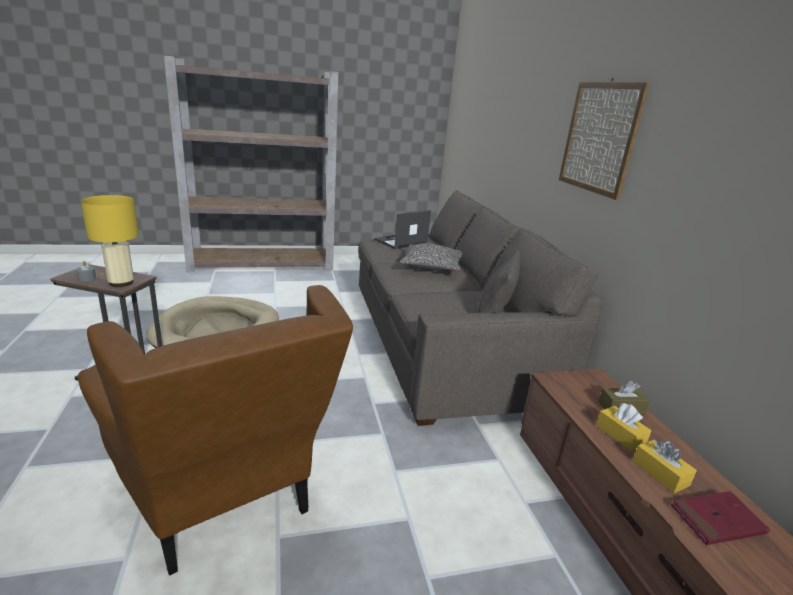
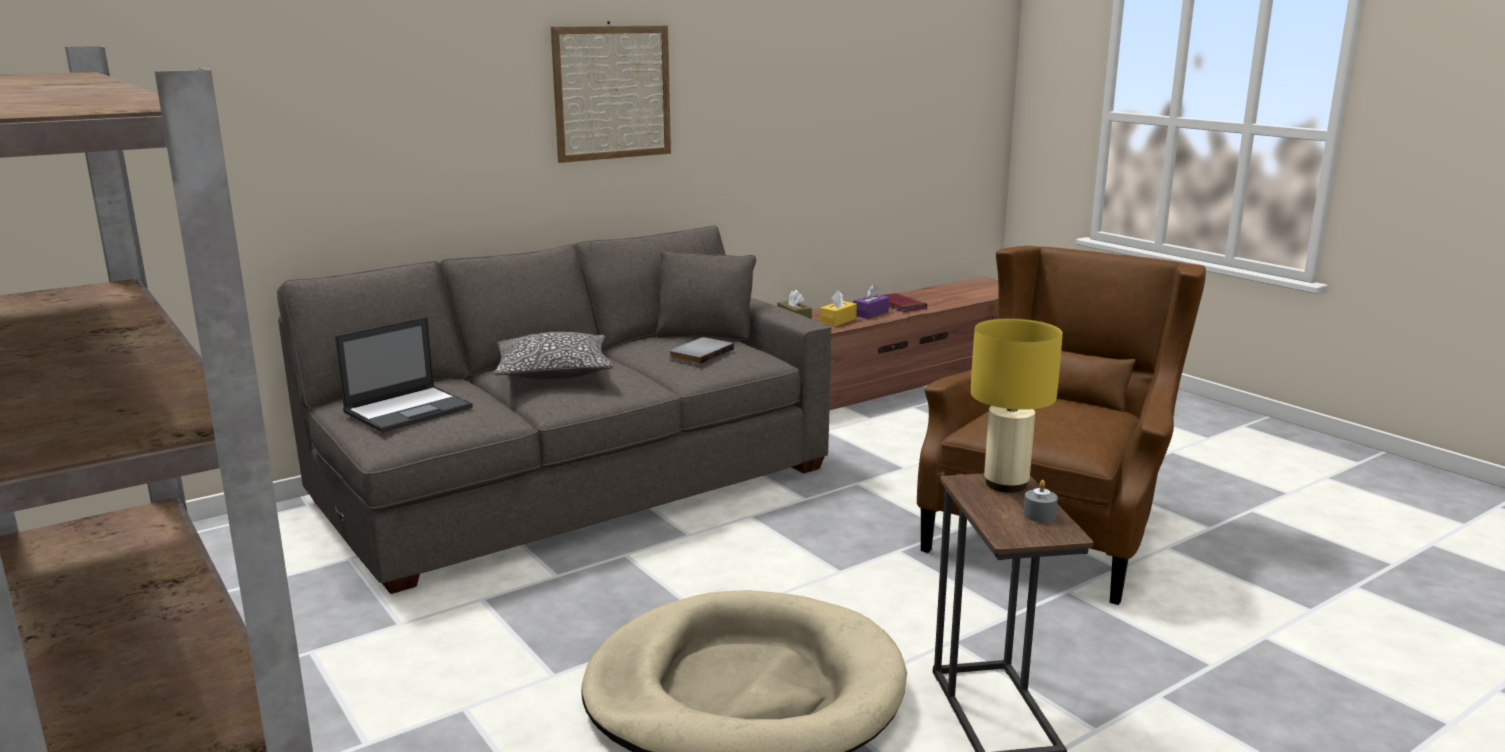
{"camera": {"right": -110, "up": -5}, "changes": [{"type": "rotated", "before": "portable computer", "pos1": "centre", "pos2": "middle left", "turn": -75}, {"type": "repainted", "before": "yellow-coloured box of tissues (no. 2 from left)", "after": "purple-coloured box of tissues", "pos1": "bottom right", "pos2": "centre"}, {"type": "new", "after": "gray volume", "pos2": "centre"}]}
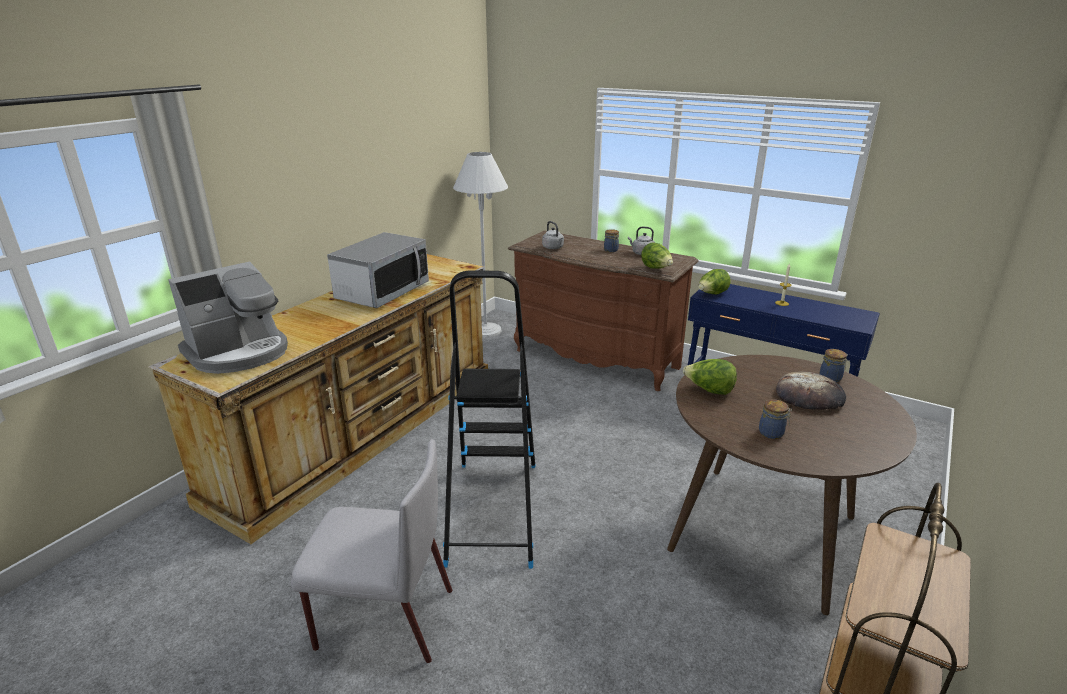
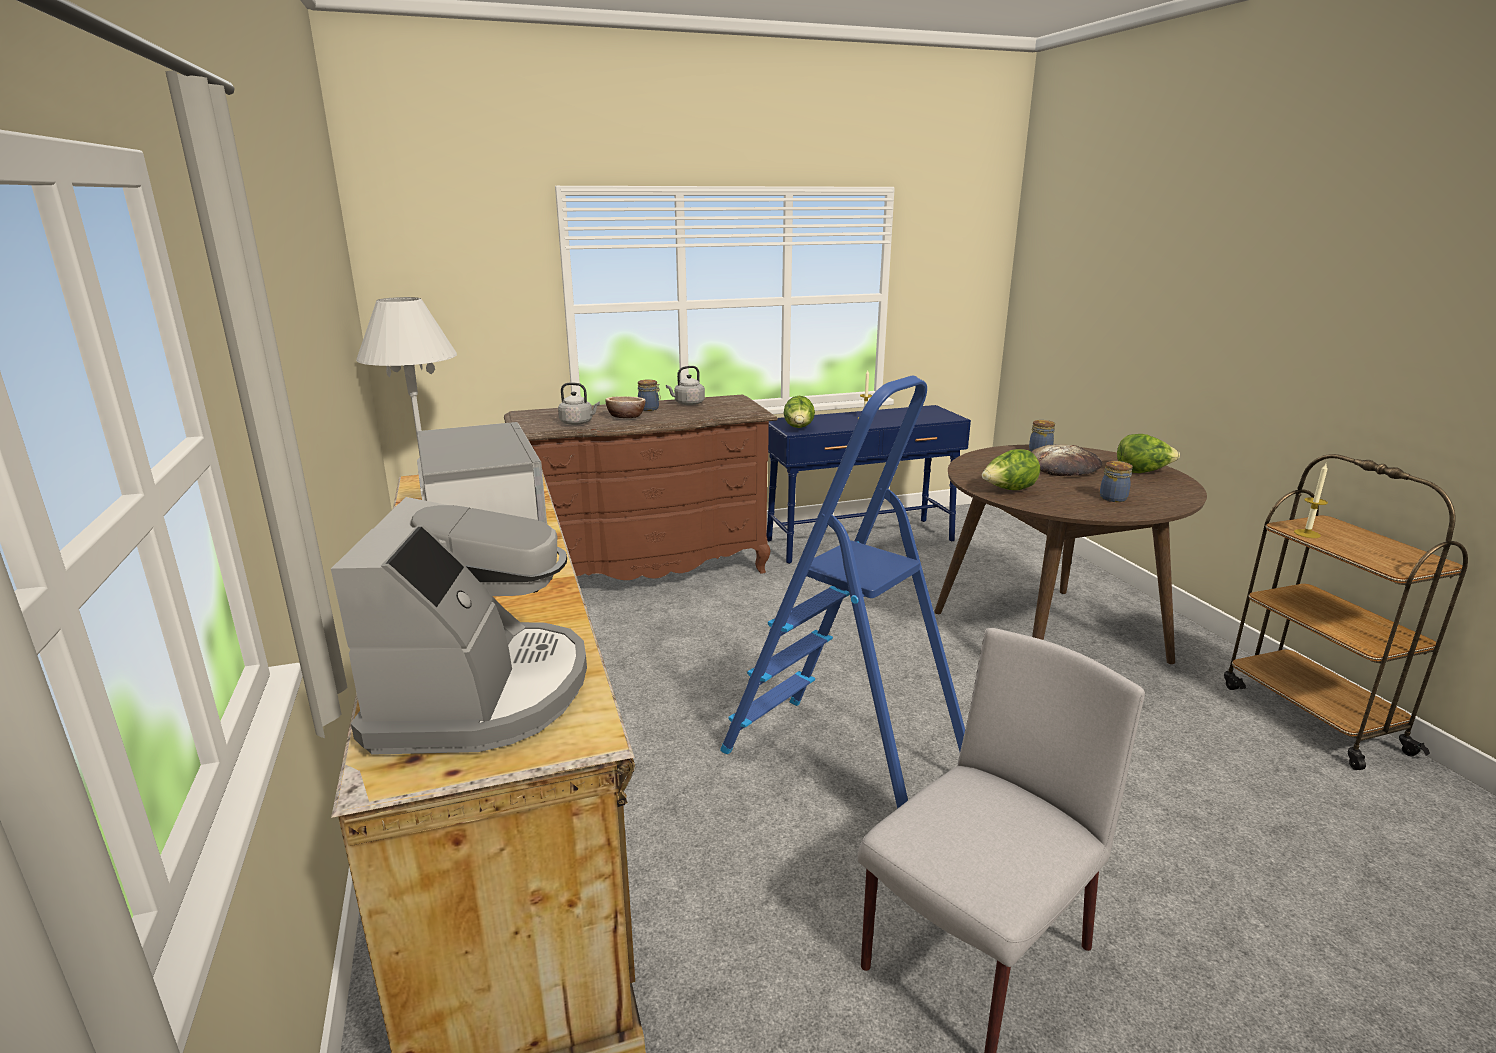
{"camera": {"right": -50, "up": -5}, "changes": [{"type": "repainted", "before": "blackish stepladder", "after": "blue stepladder", "pos1": "centre", "pos2": "centre"}, {"type": "shifted", "before": "lettuce (no. 1 from left in the first image)", "after": "lettuce (no. 3 from left)", "pos1": "centre", "pos2": "middle right"}, {"type": "new", "after": "serving bowl", "pos2": "centre"}, {"type": "new", "after": "wax light (no. 2 from left)", "pos2": "middle right"}]}
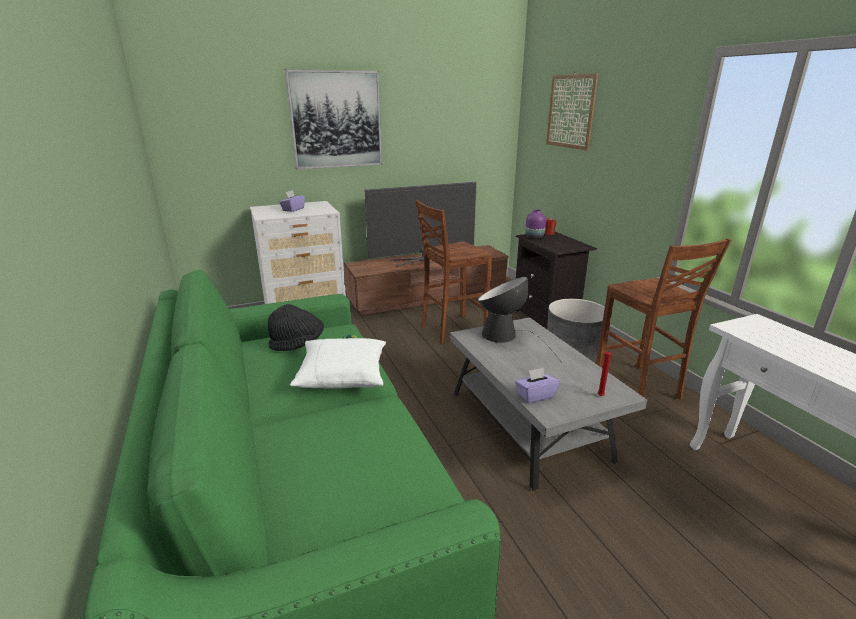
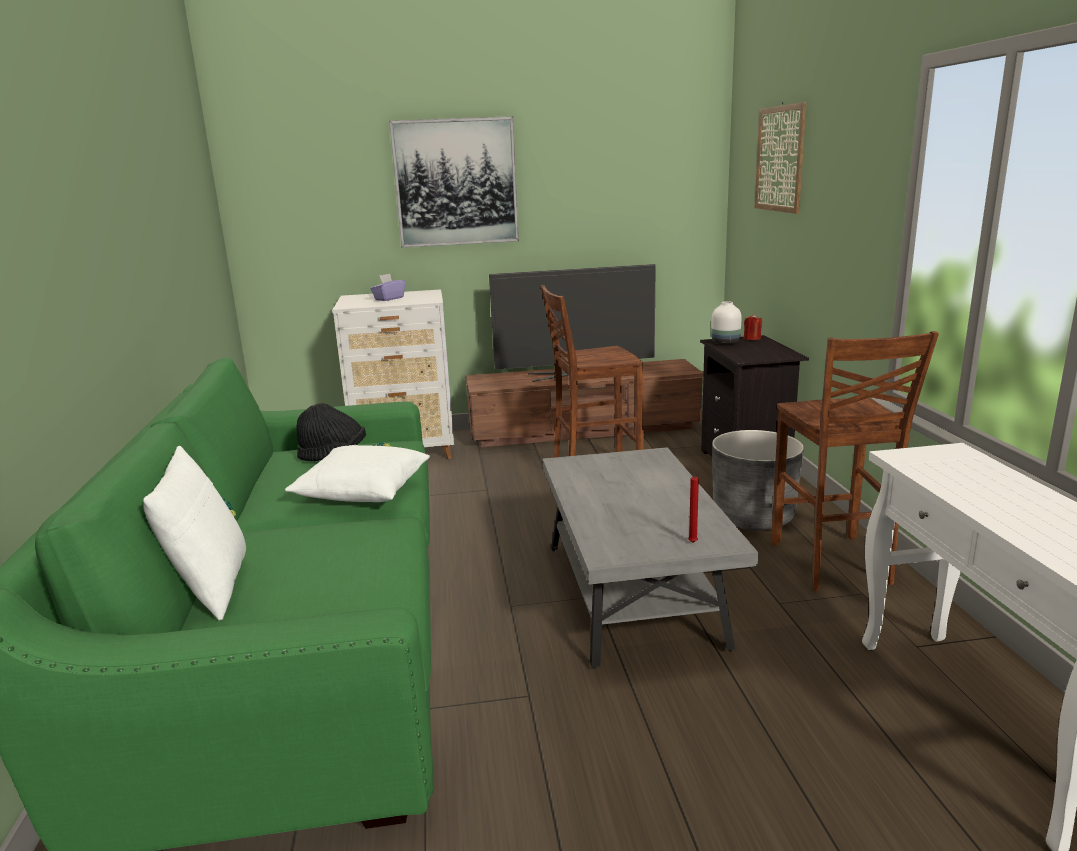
{"camera": {"right": 15, "up": -5}, "changes": [{"type": "gone", "before": "table lamp", "pos1": "centre"}, {"type": "gone", "before": "purple-coloured box of tissues (no. 2 from left)", "pos1": "centre"}, {"type": "repainted", "before": "purple-coloured vase", "after": "white vase", "pos1": "centre", "pos2": "middle right"}, {"type": "new", "after": "white pillow (no. 1 from left)", "pos2": "middle left"}]}
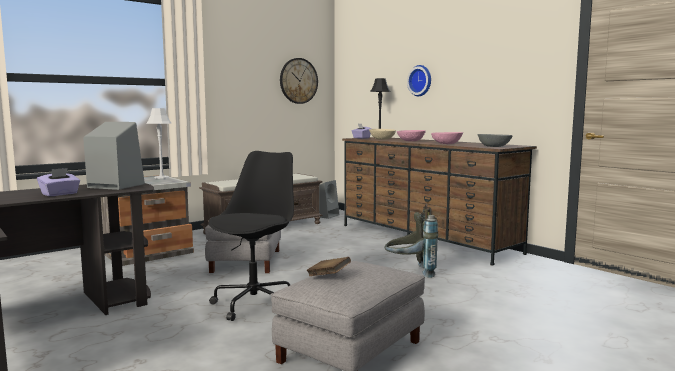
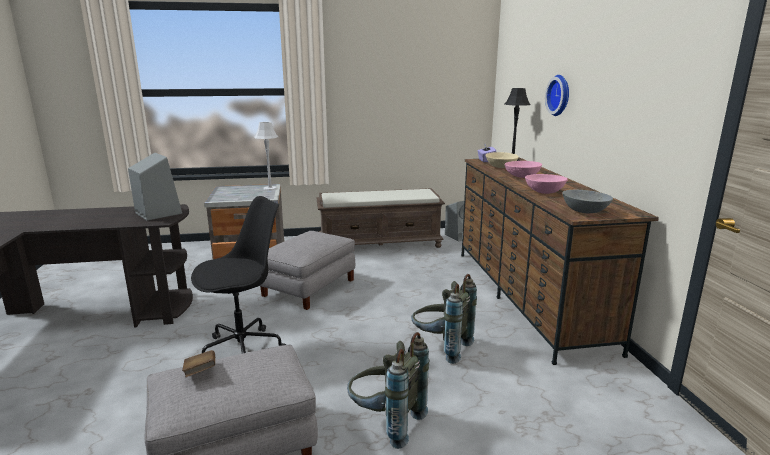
{"camera": {"right": 30, "up": 10}, "changes": [{"type": "gone", "before": "purple-coloured box of tissues (no. 1 from left)", "pos1": "middle left"}, {"type": "gone", "before": "wall clock (no. 1 from left)", "pos1": "top centre"}, {"type": "new", "after": "gray backpack (no. 1 from left)", "pos2": "bottom centre"}]}
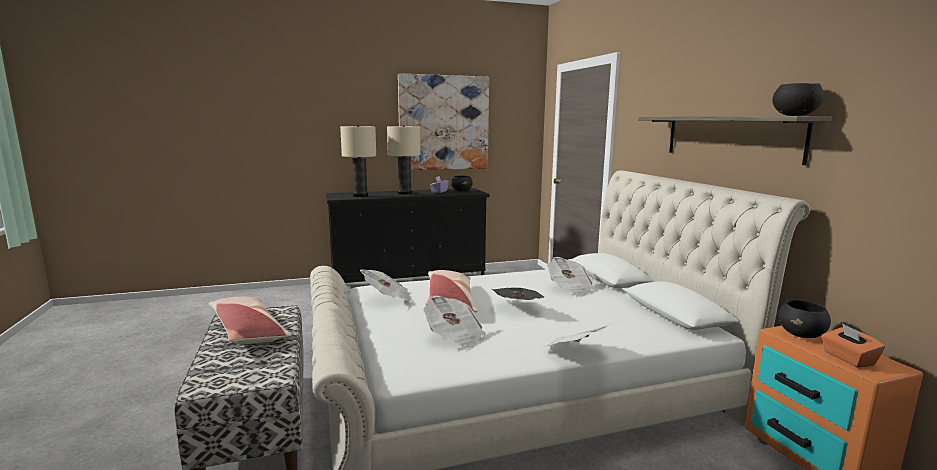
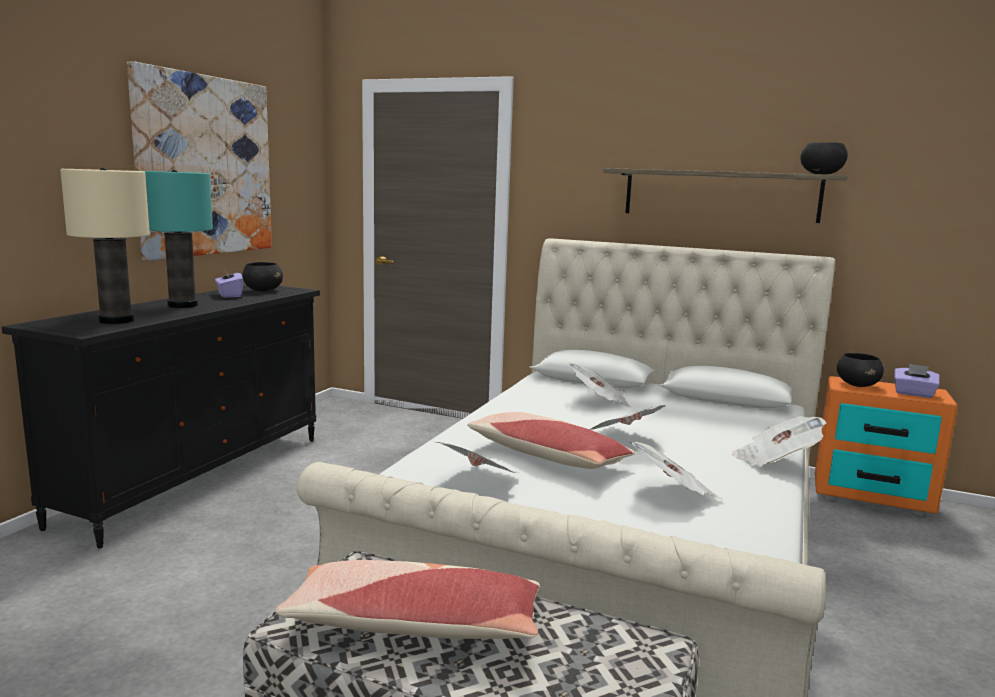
{"camera": {"right": -50, "up": 0}, "changes": [{"type": "repainted", "before": "beige-coloured table lamp (no. 2 from left)", "after": "turquoise-coloured table lamp", "pos1": "centre", "pos2": "middle left"}, {"type": "repainted", "before": "orange box of tissues", "after": "purple-coloured box of tissues (no. 2 from left)", "pos1": "bottom right", "pos2": "middle right"}]}
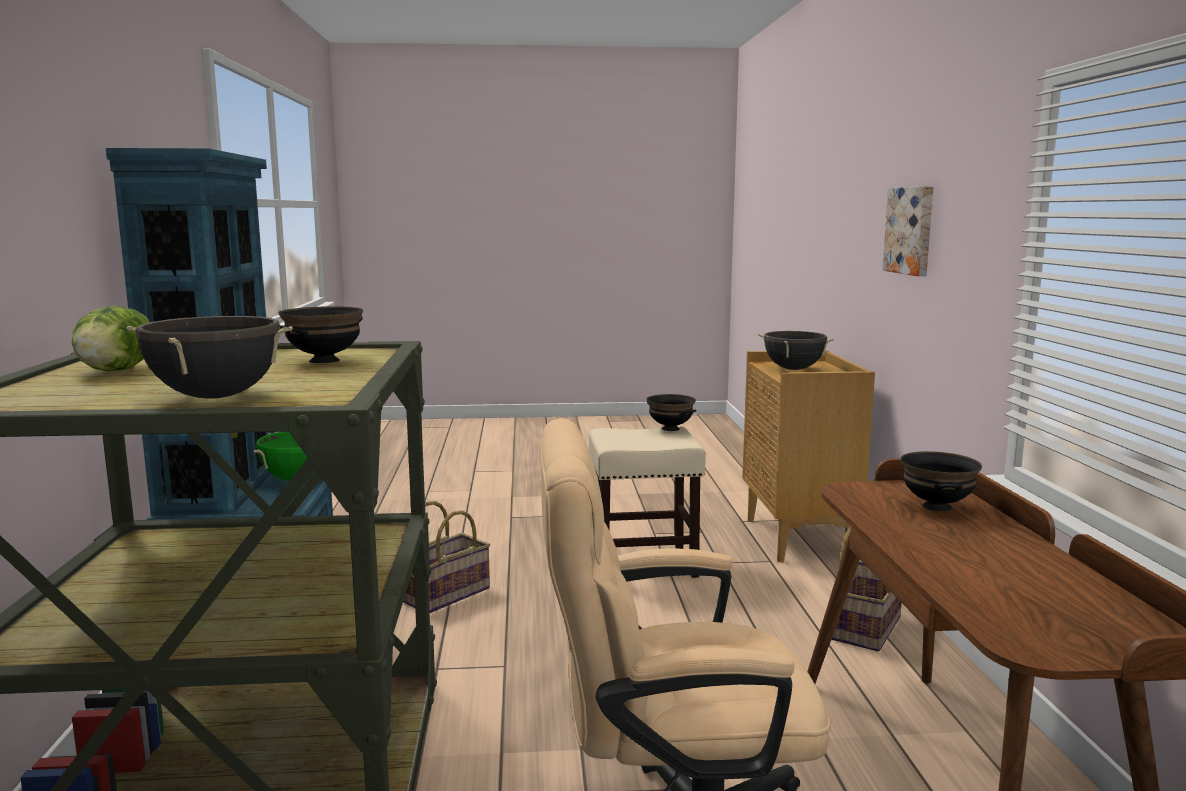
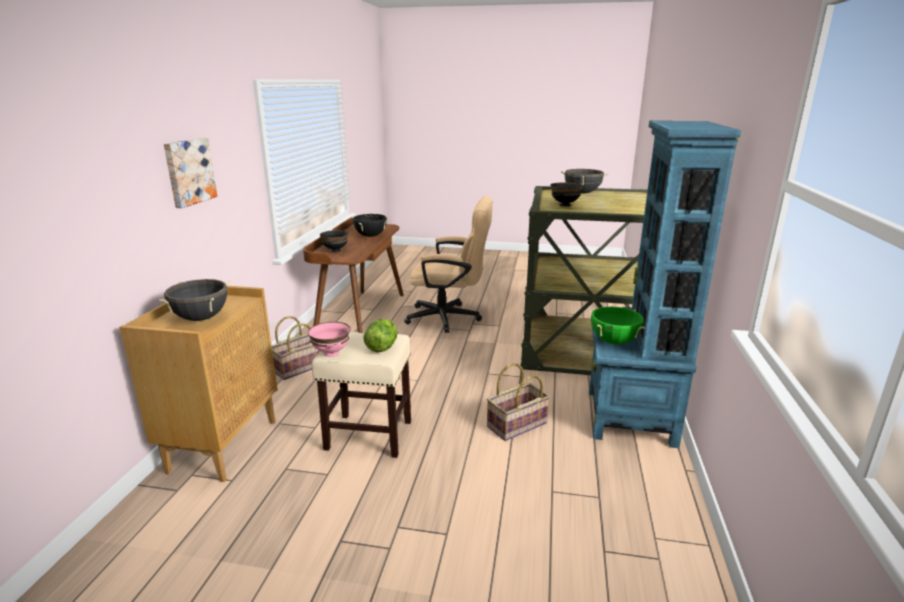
{"camera": {"right": -165, "up": 10}, "changes": [{"type": "shifted", "before": "lettuce", "pos1": "middle left", "pos2": "centre"}, {"type": "repainted", "before": "blackish serving bowl (no. 2 from left)", "after": "pink serving bowl", "pos1": "centre", "pos2": "centre"}, {"type": "new", "after": "blackish stockpot (no. 2 from left)", "pos2": "centre"}]}
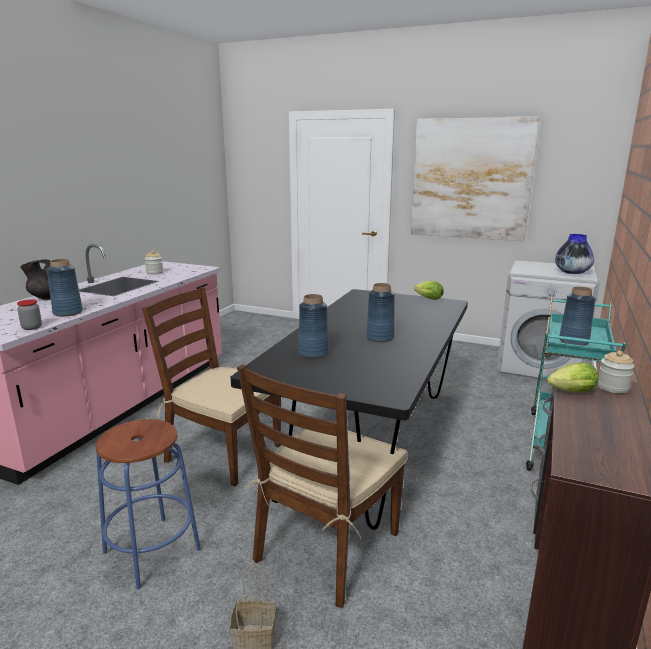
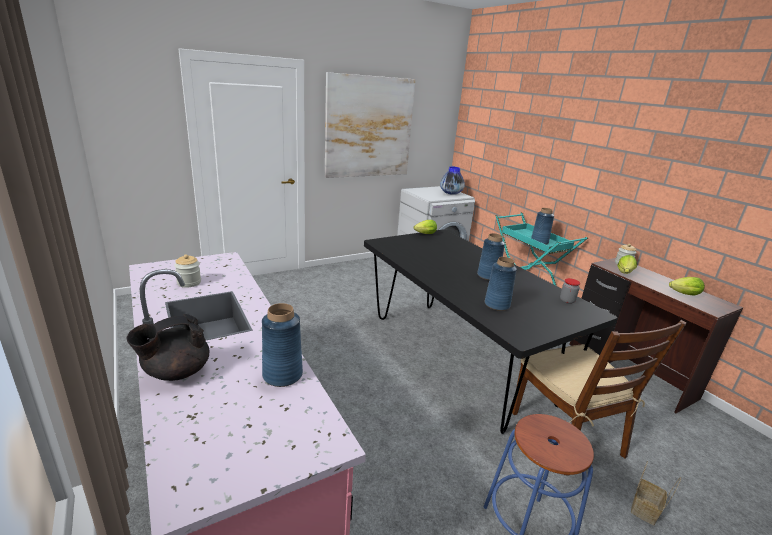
{"camera": {"right": -55, "up": 5}, "changes": [{"type": "shifted", "before": "jar (no. 1 from left in the first image)", "after": "jar (no. 2 from left)", "pos1": "middle left", "pos2": "middle right"}, {"type": "gone", "before": "brown-coloured chair (no. 1 from left)", "pos1": "middle left"}, {"type": "new", "after": "lettuce (no. 3 from left)", "pos2": "middle right"}]}
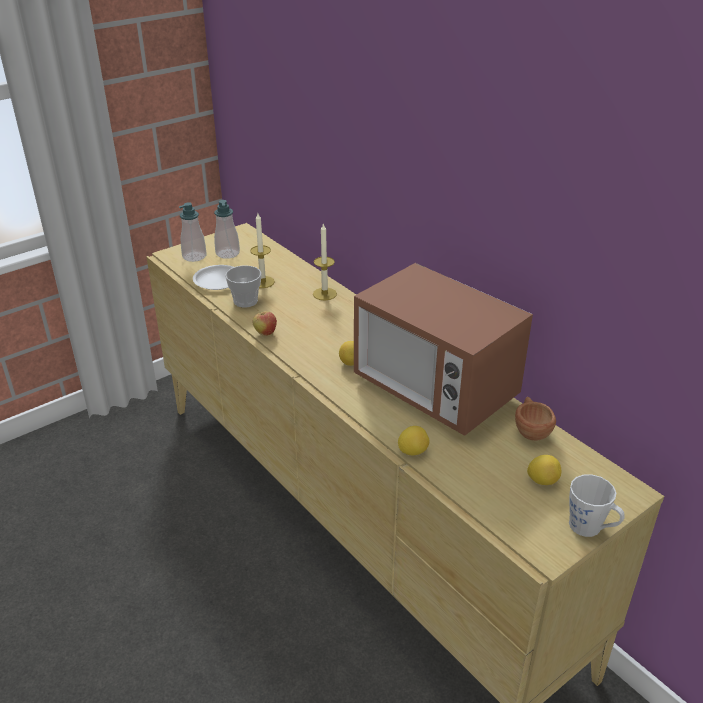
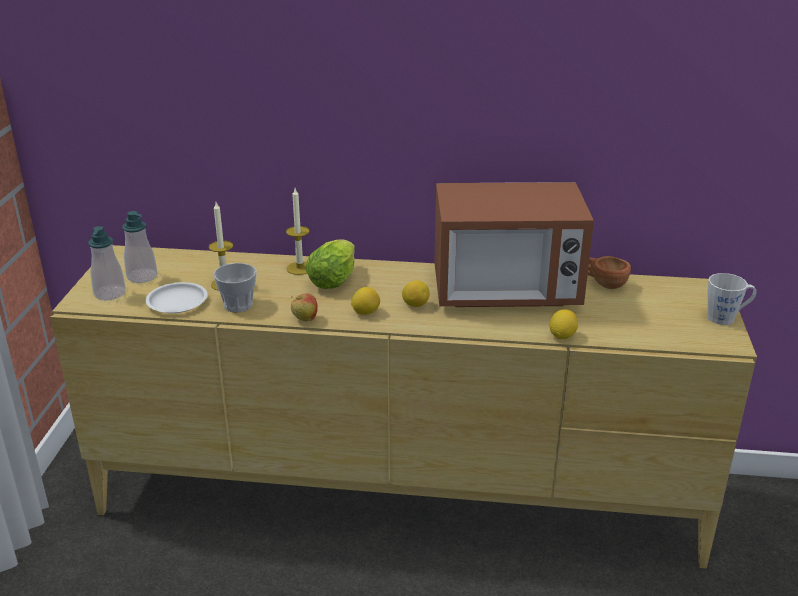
{"camera": {"right": -45, "up": -5}, "changes": [{"type": "shifted", "before": "citrus fruit (no. 3 from left in the first image)", "after": "citrus fruit (no. 1 from left)", "pos1": "bottom right", "pos2": "centre"}, {"type": "new", "after": "lettuce", "pos2": "centre"}]}
